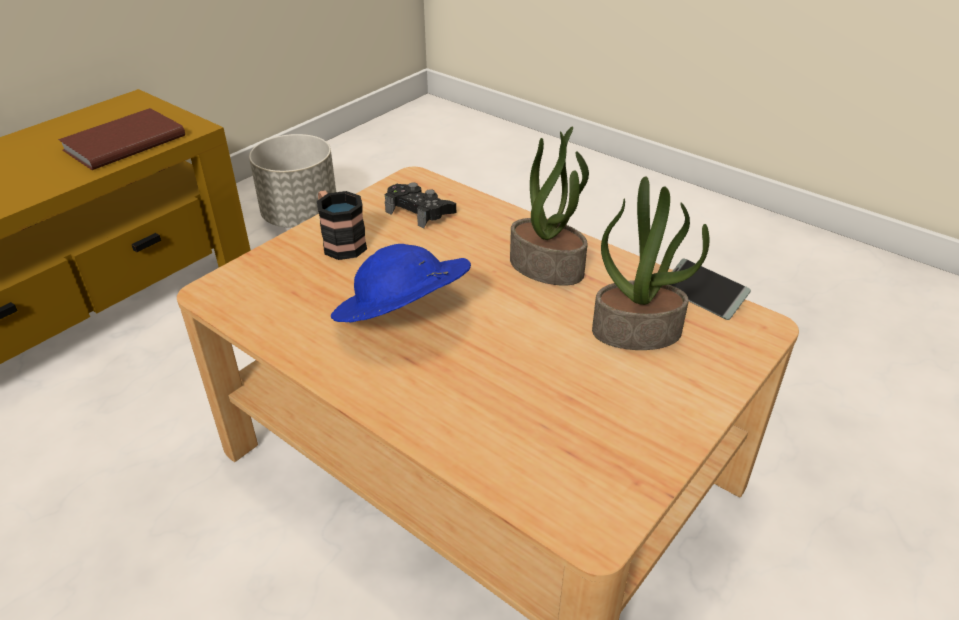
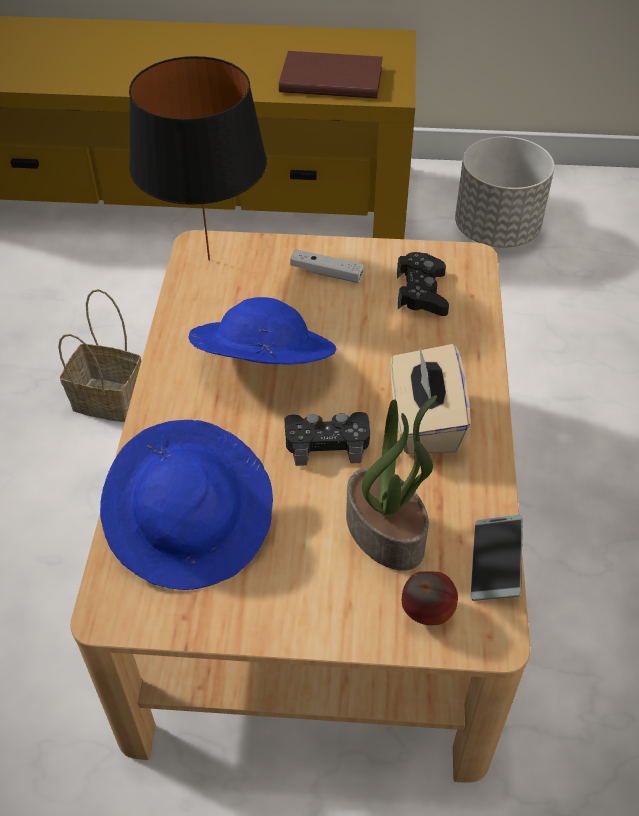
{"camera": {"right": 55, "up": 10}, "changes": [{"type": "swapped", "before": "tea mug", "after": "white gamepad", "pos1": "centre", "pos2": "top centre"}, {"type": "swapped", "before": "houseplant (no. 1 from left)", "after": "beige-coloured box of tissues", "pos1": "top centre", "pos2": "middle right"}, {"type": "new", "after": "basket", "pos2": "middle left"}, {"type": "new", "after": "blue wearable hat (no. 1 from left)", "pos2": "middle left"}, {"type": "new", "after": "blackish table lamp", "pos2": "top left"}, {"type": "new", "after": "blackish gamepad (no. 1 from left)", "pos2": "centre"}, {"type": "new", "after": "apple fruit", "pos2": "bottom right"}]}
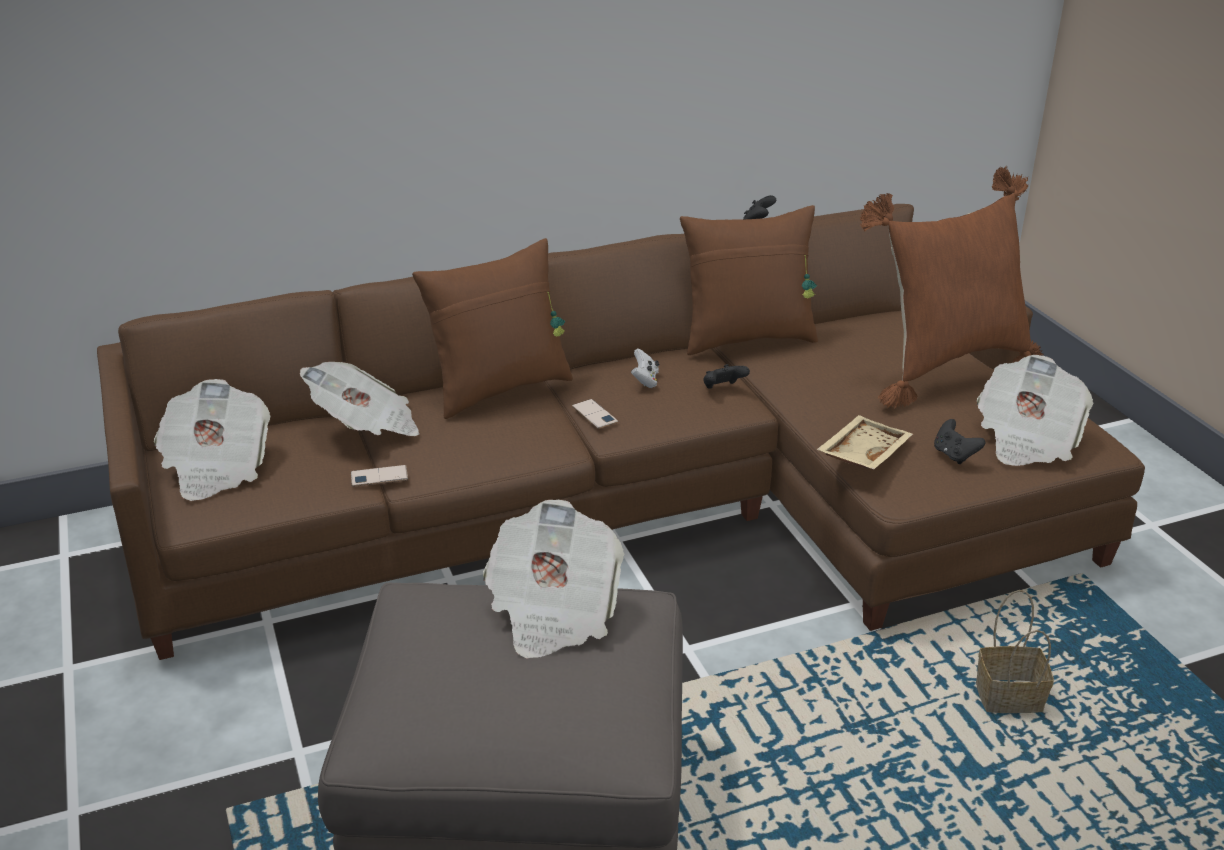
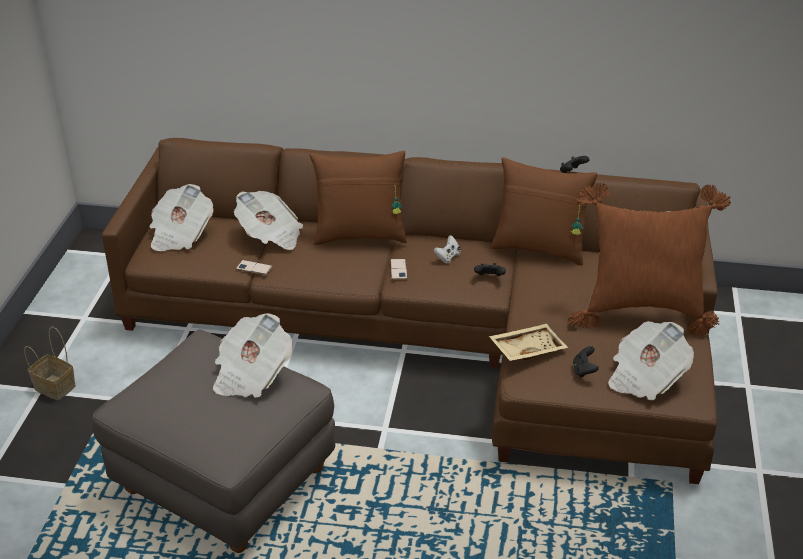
{"camera": {"right": 30, "up": 5}, "changes": [{"type": "shifted", "before": "basket", "pos1": "bottom right", "pos2": "middle left"}]}
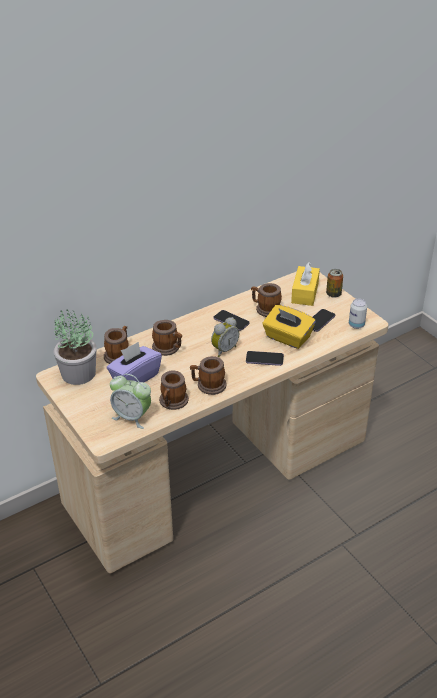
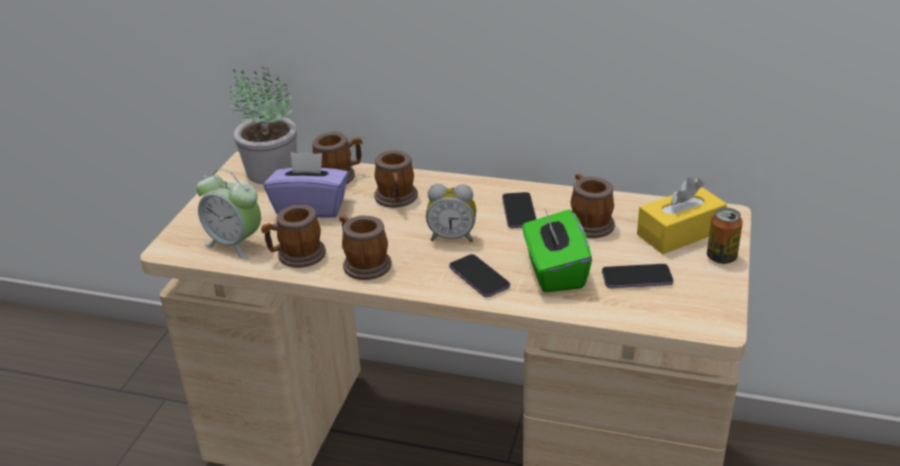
{"camera": {"right": 50, "up": -5}, "changes": [{"type": "rotated", "before": "alarm clock (no. 1 from left)", "pos1": "middle left", "pos2": "middle left", "turn": -45}, {"type": "repainted", "before": "yellow-coloured box of tissues (no. 1 from left)", "after": "green box of tissues", "pos1": "centre", "pos2": "centre"}, {"type": "gone", "before": "sealed can (no. 2 from left)", "pos1": "middle right"}]}
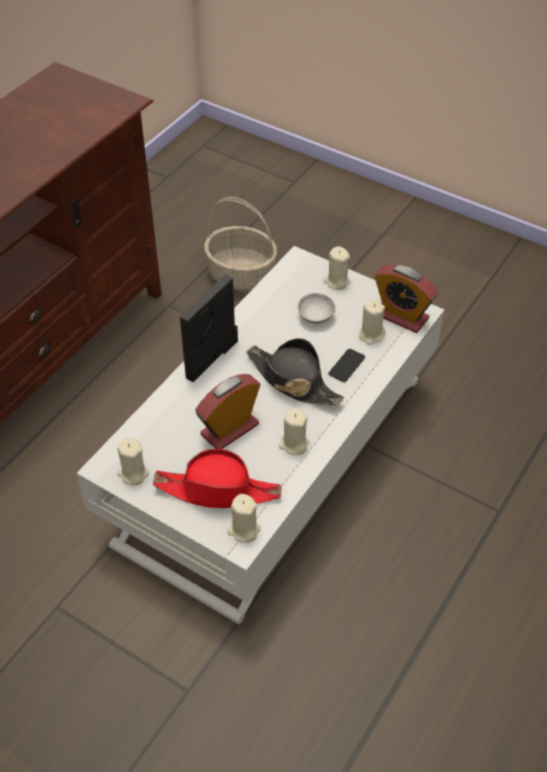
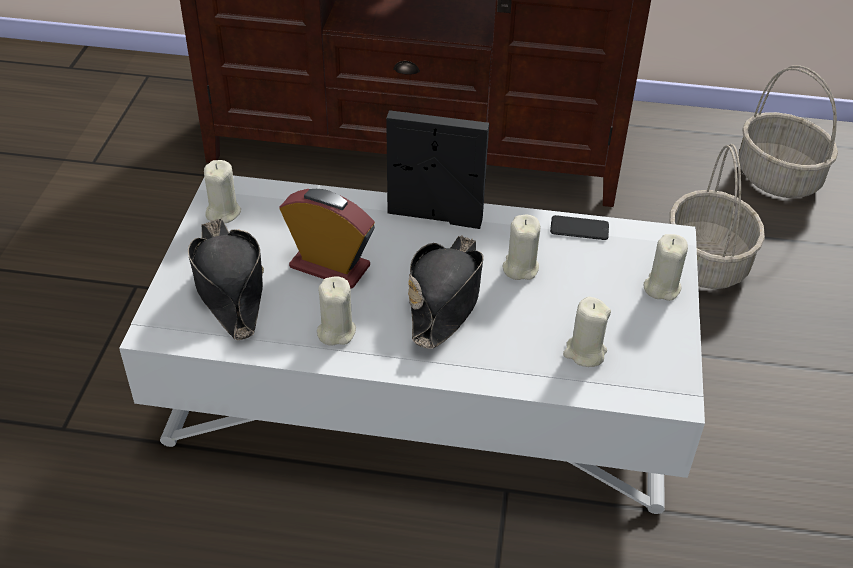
{"camera": {"right": 65, "up": -5}, "changes": [{"type": "repainted", "before": "red-coloured wearable hat", "after": "blackish wearable hat (no. 1 from left)", "pos1": "centre", "pos2": "middle left"}, {"type": "shifted", "before": "beige-coloured wax light (no. 2 from left in the first image)", "after": "beige-coloured wax light (no. 3 from left)", "pos1": "bottom centre", "pos2": "centre"}, {"type": "gone", "before": "gray serving bowl", "pos1": "centre"}, {"type": "shifted", "before": "phone", "pos1": "centre", "pos2": "middle right"}, {"type": "gone", "before": "alarm clock (no. 2 from left)", "pos1": "middle right"}, {"type": "new", "after": "basket (no. 2 from left)", "pos2": "top right"}]}
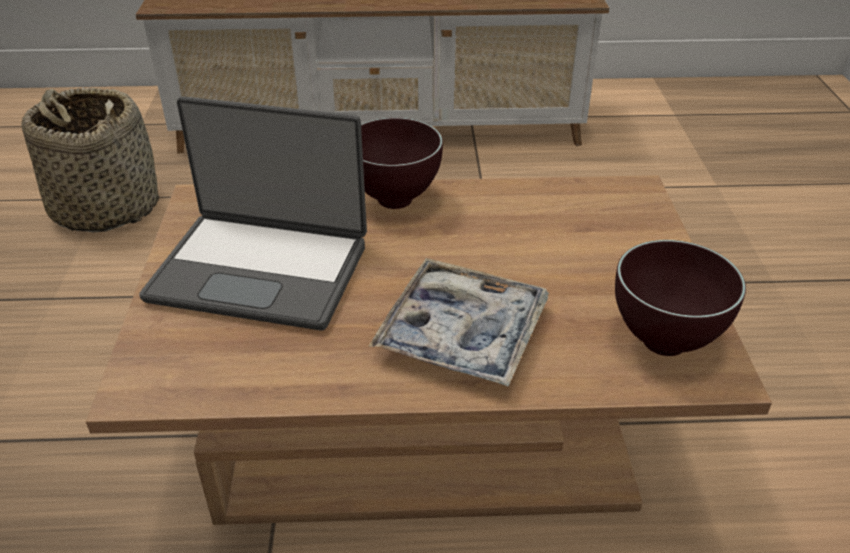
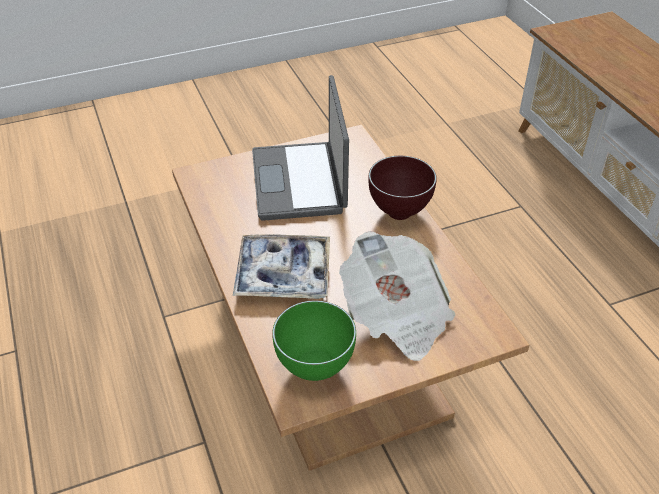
{"camera": {"right": 70, "up": 5}, "changes": [{"type": "gone", "before": "basket", "pos1": "top left"}, {"type": "repainted", "before": "brown-coloured serving bowl (no. 2 from left)", "after": "green serving bowl", "pos1": "middle right", "pos2": "bottom centre"}, {"type": "new", "after": "daily paper", "pos2": "centre"}]}
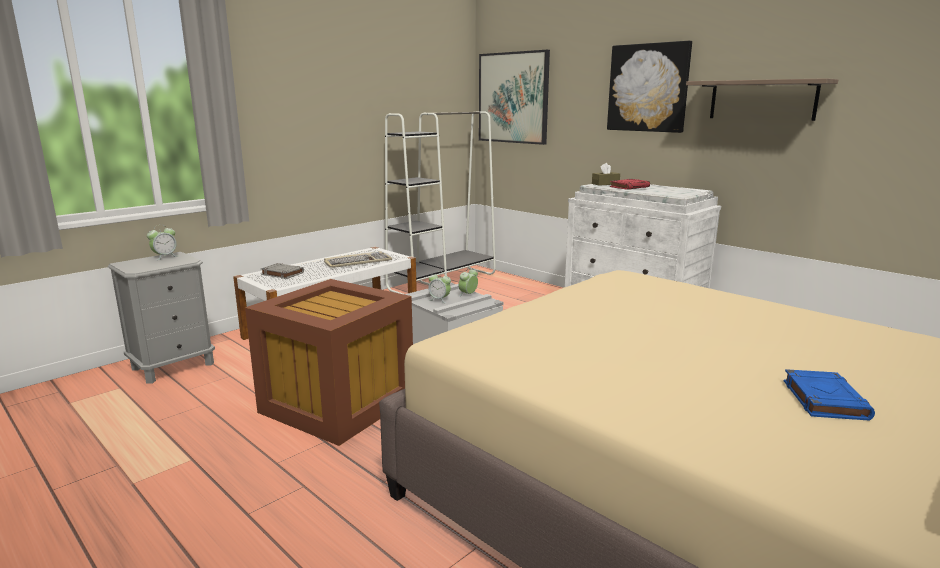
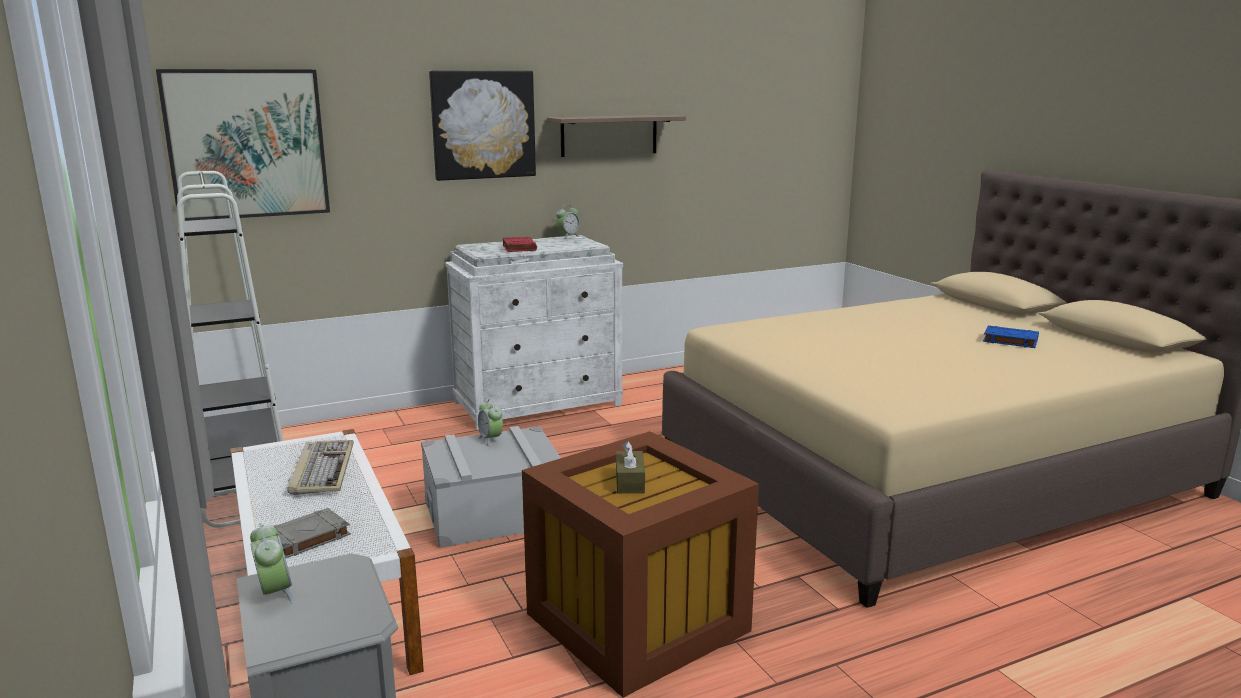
{"camera": {"right": -70, "up": 0}, "changes": [{"type": "shifted", "before": "alarm clock (no. 2 from left in the first image)", "after": "alarm clock (no. 3 from left)", "pos1": "centre", "pos2": "top centre"}, {"type": "shifted", "before": "brown-coloured box of tissues", "pos1": "top centre", "pos2": "bottom centre"}]}
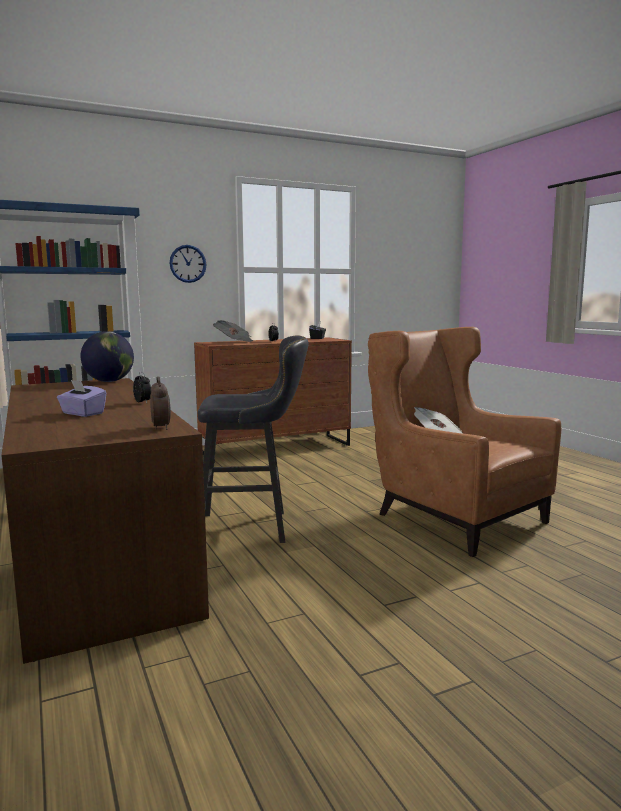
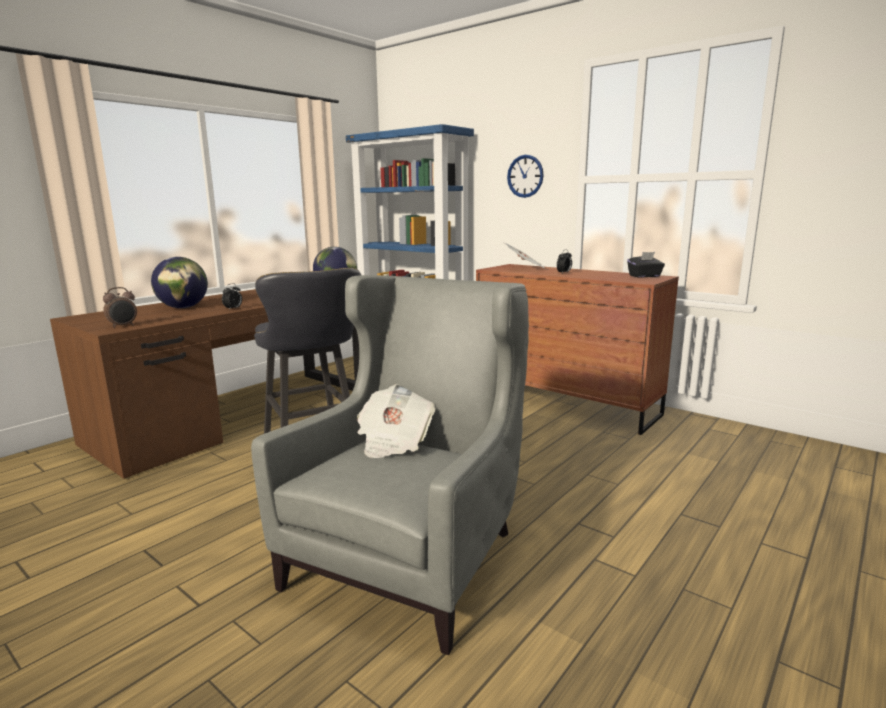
{"camera": {"right": 65, "up": 5}, "changes": [{"type": "swapped", "before": "purple-coloured box of tissues", "after": "desk globe (no. 1 from left)", "pos1": "middle left", "pos2": "middle left"}, {"type": "repainted", "before": "brown-coloured easy chair", "after": "gray easy chair", "pos1": "middle right", "pos2": "centre"}]}
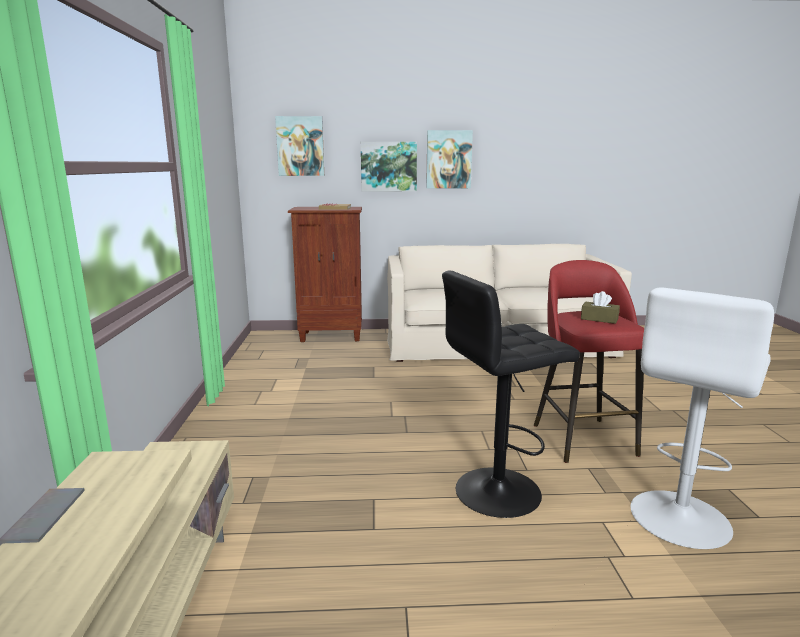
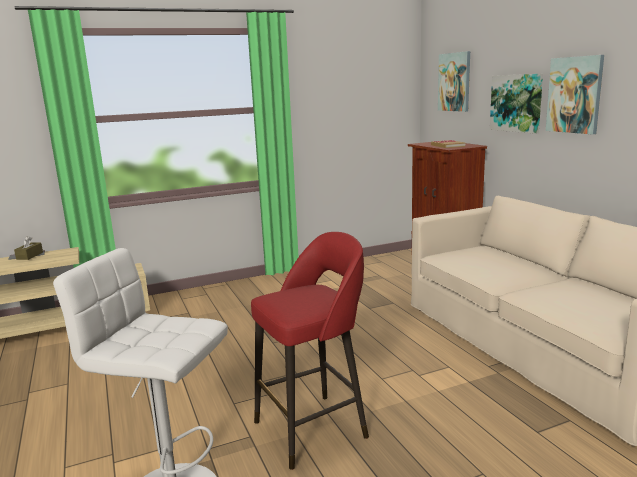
{"camera": {"right": 70, "up": 0}, "changes": [{"type": "gone", "before": "blackish sitting stool", "pos1": "centre"}, {"type": "shifted", "before": "brown-coloured box of tissues", "pos1": "middle right", "pos2": "middle left"}]}
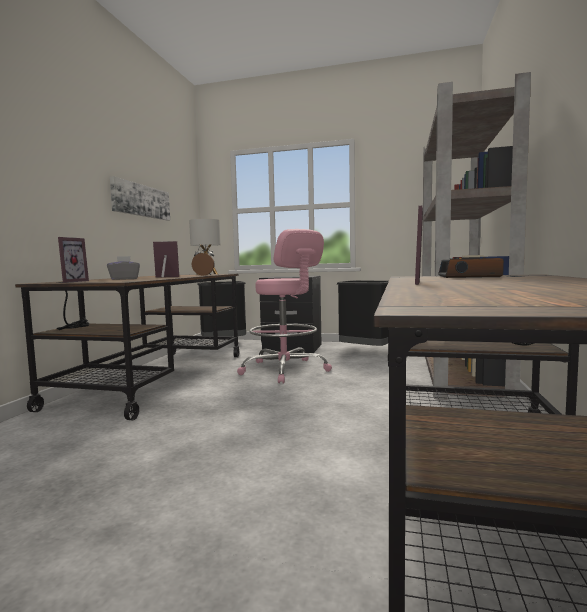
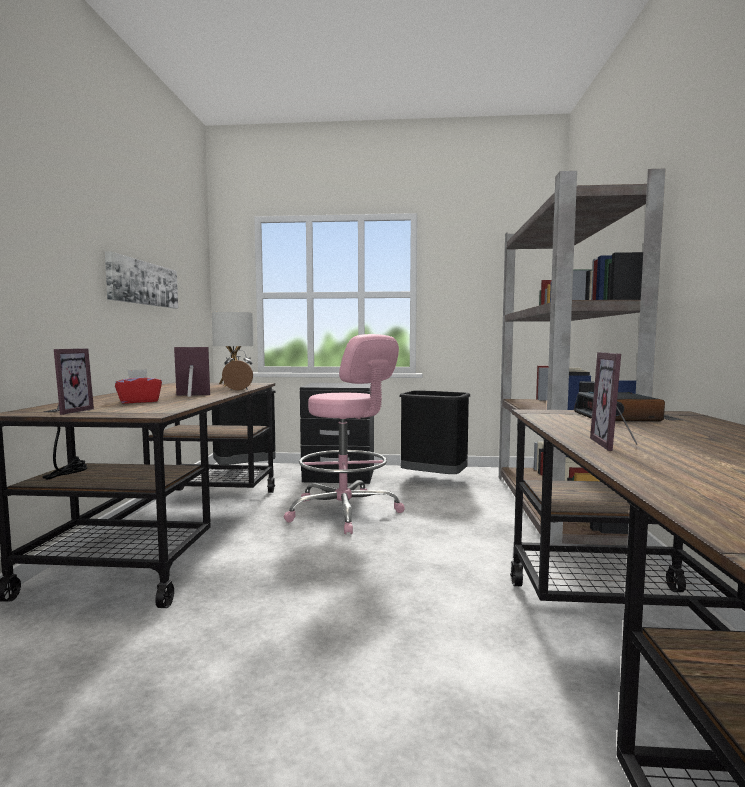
{"camera": {"right": -10, "up": 0}, "changes": [{"type": "repainted", "before": "gray box of tissues", "after": "red-coloured box of tissues", "pos1": "middle left", "pos2": "middle left"}]}
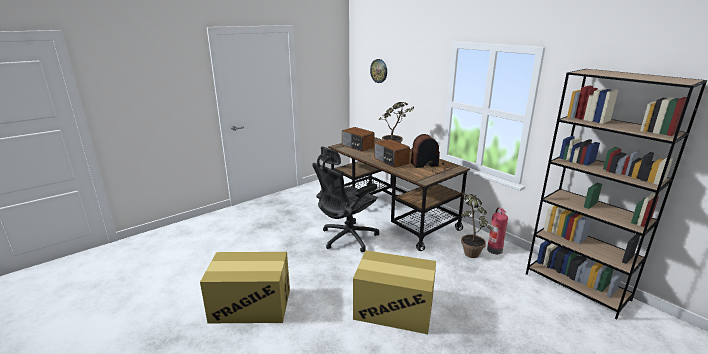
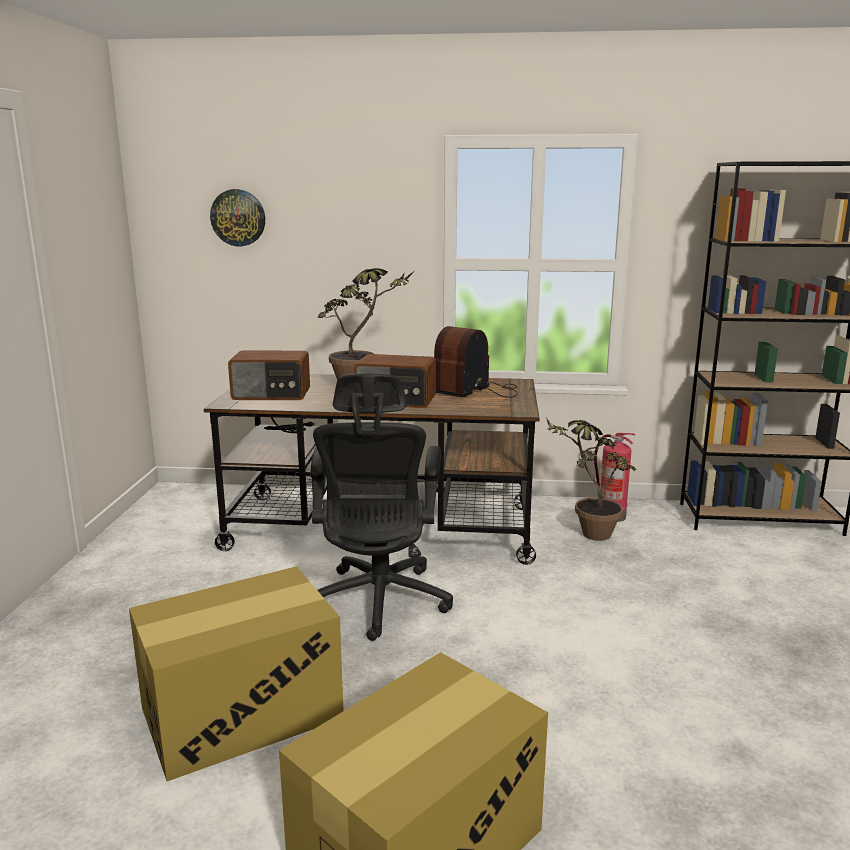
{"camera": {"right": -45, "up": -5}, "changes": [{"type": "shifted", "before": "carton (no. 2 from left in the first image)", "after": "carton (no. 1 from left)", "pos1": "bottom centre", "pos2": "bottom left"}]}
